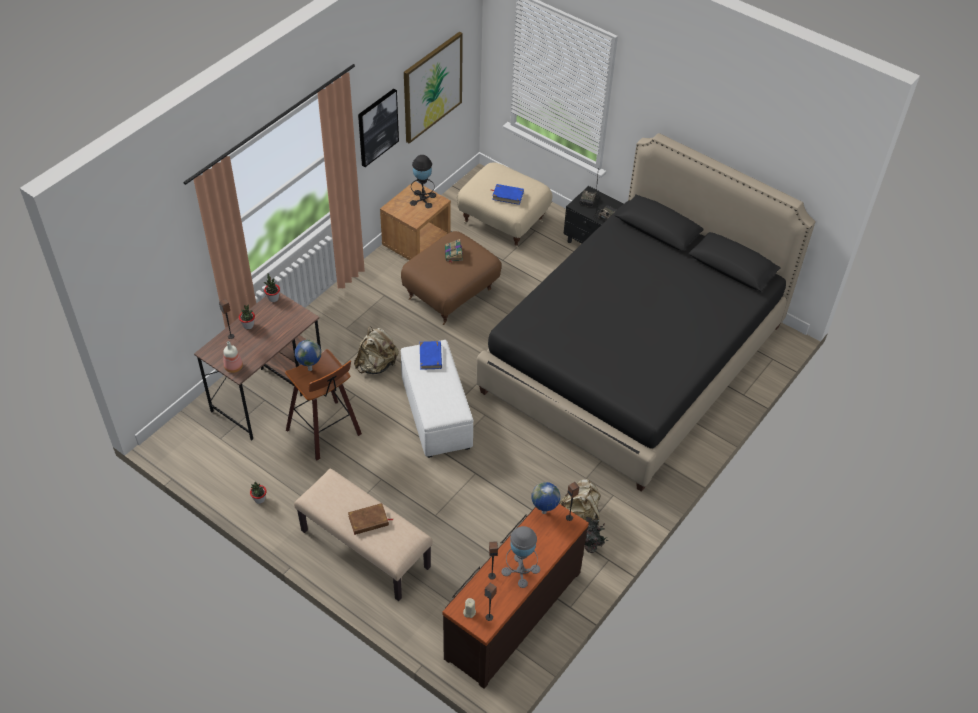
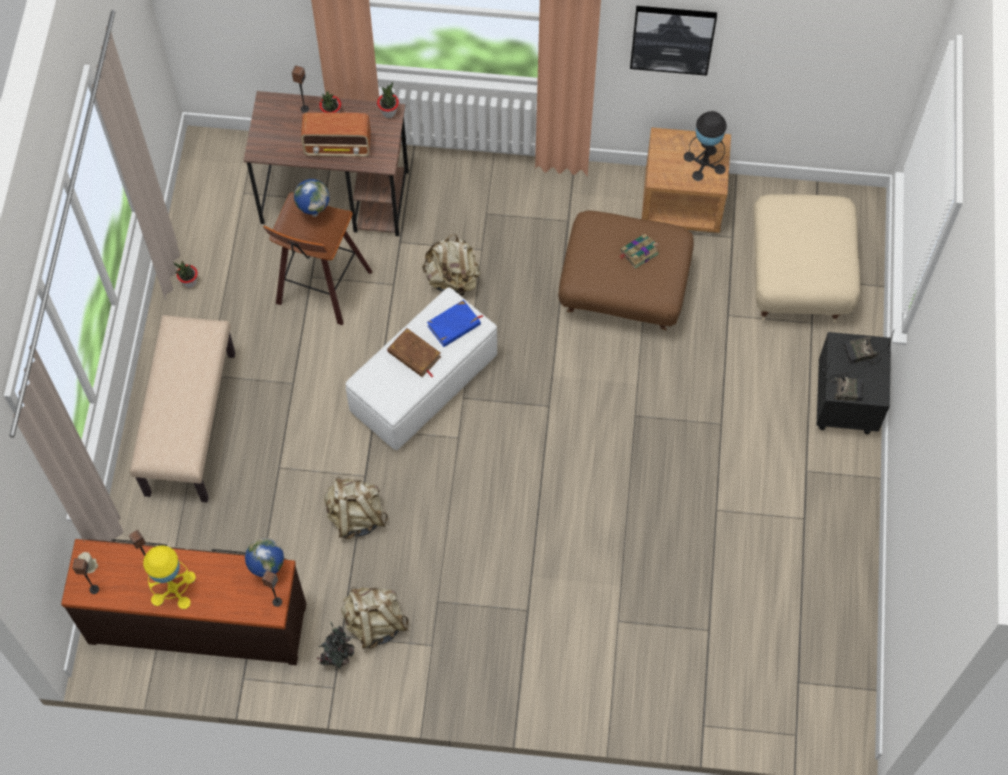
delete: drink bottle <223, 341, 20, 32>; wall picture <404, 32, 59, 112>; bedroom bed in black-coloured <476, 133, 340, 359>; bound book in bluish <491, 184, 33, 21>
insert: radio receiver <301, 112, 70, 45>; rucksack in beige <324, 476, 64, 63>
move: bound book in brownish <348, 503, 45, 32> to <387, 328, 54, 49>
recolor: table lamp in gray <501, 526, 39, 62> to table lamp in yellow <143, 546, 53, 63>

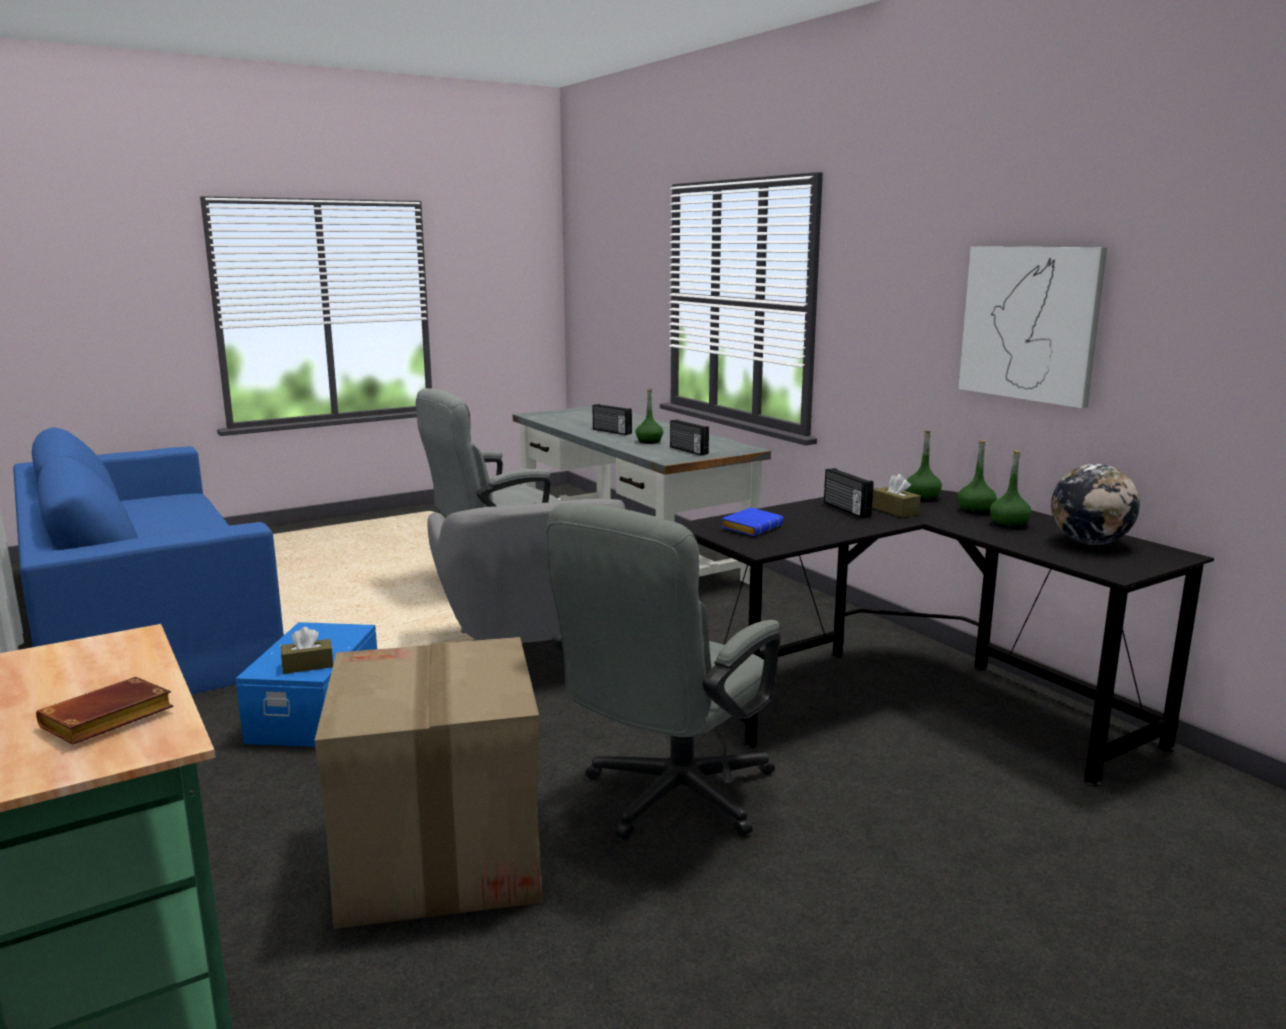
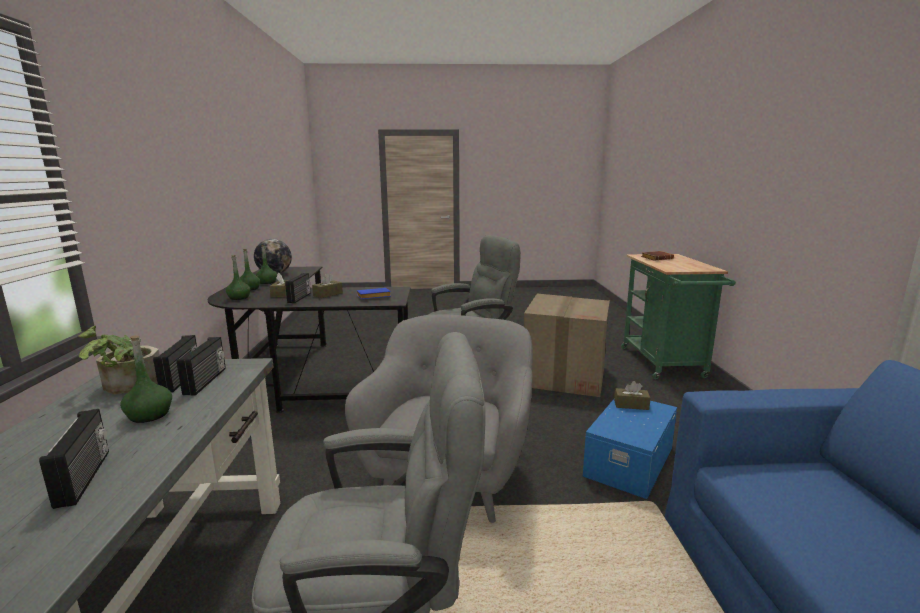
delete: wall picture <958, 246, 149, 162>
insert: houseplant <78, 326, 82, 68>; radio receiver <176, 337, 50, 58>; box of tissues in brownish <312, 273, 31, 25>

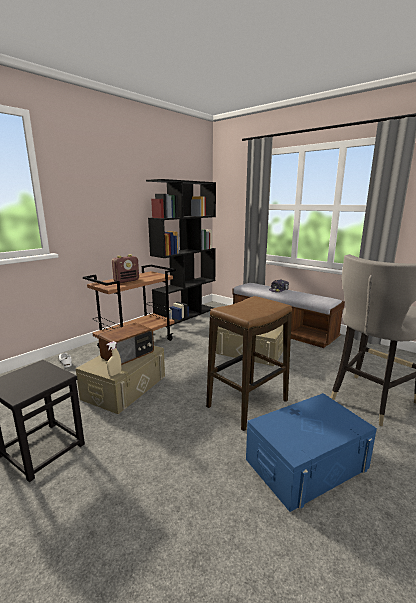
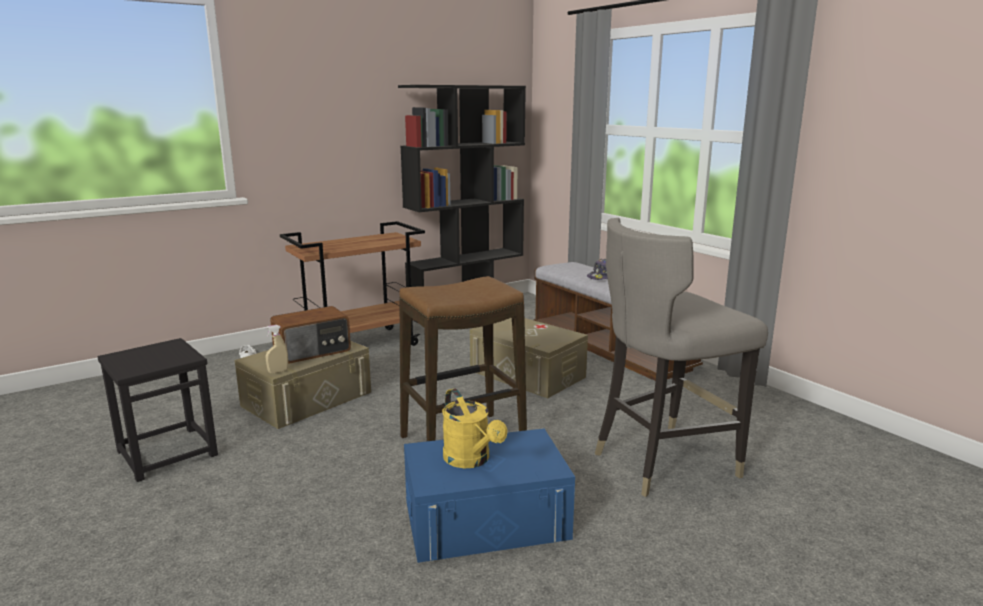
delete: radio receiver <112, 254, 27, 29>
insert: watering can in yellow <442, 388, 65, 80>

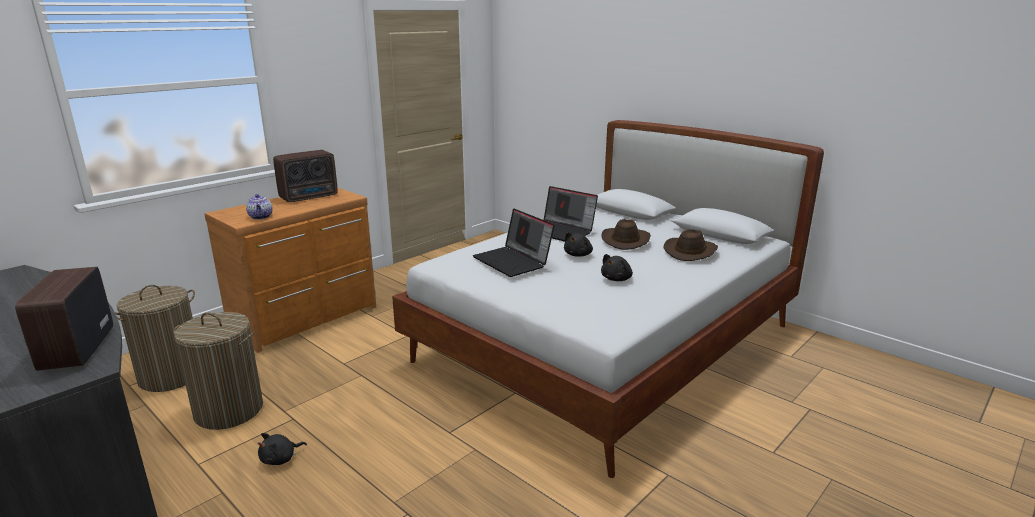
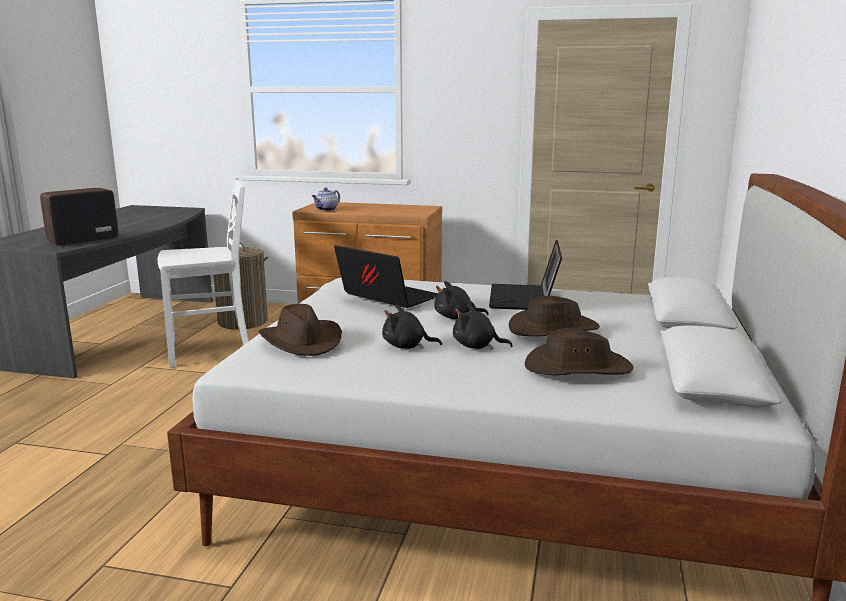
delete: radio receiver <273, 150, 65, 52>
insert: clothing hat in brownish <259, 304, 83, 52>
move: soft toy in black-coloured <258, 433, 49, 32> to <453, 304, 60, 45>
replace: laundry basket <174, 312, 89, 118> to chair in white <158, 178, 91, 190>
rotate: laptop <473, 208, 82, 69> = <334, 245, 104, 63> 105 degrees clockwise

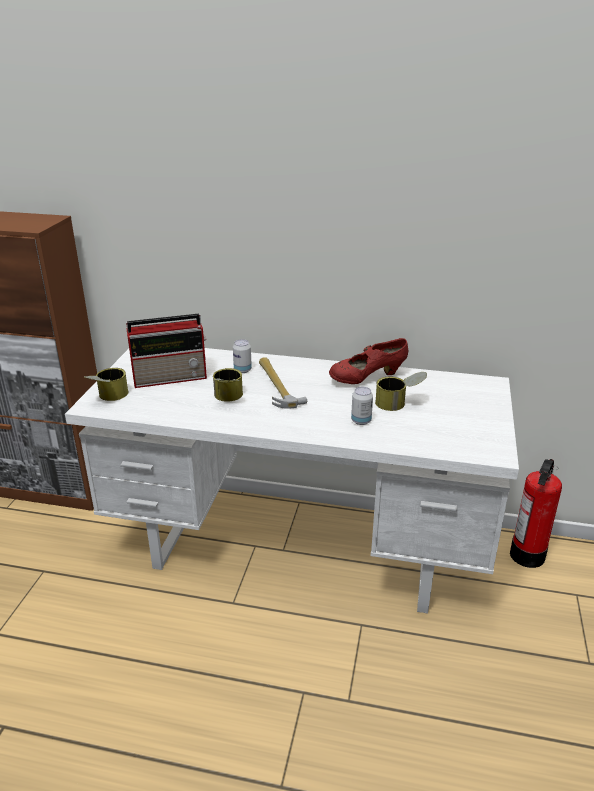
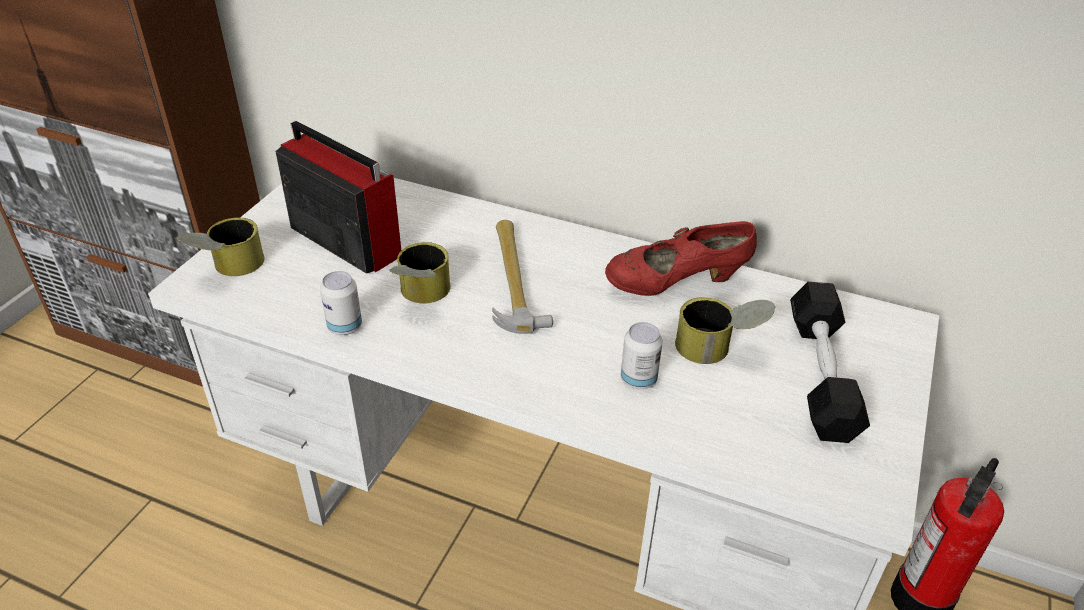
insert: free weight in black-coloured <790, 282, 80, 161>
move: sealed can <233, 339, 19, 34> to <320, 271, 42, 64>
rotate: radio receiver <126, 314, 81, 74> = <275, 121, 126, 153> 135 degrees counterclockwise

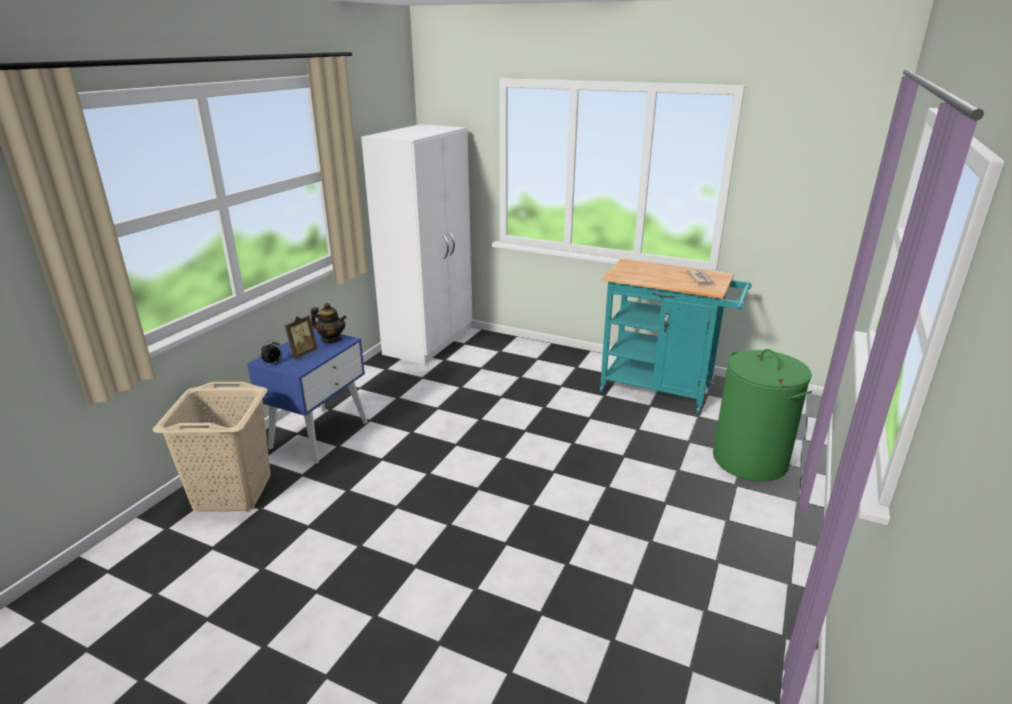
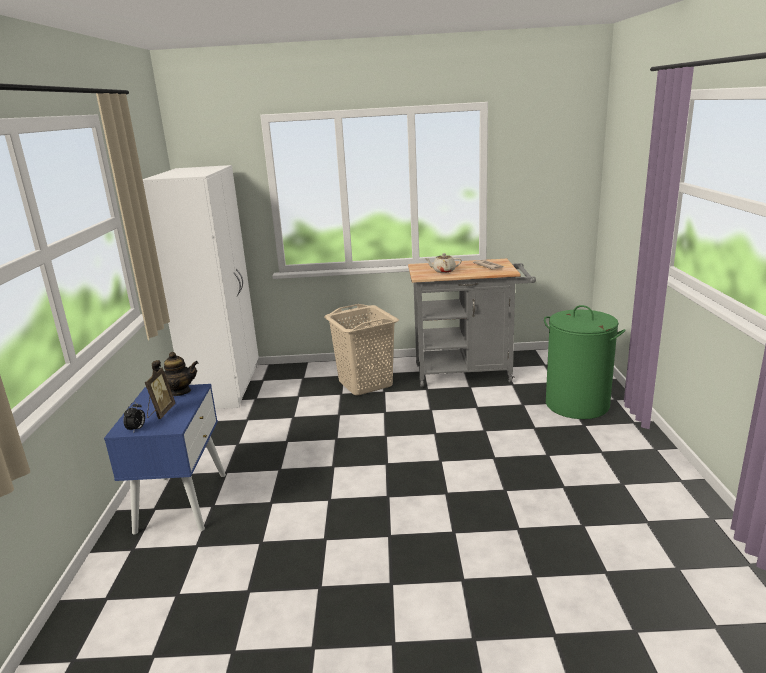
insert: tea pot in beige <424, 253, 38, 20>
move: laundry basket in beige <153, 382, 118, 129> to <324, 304, 75, 92>
recolor: wheeled cart in turquoise <600, 258, 152, 155> to wheeled cart in gray <408, 259, 128, 128>

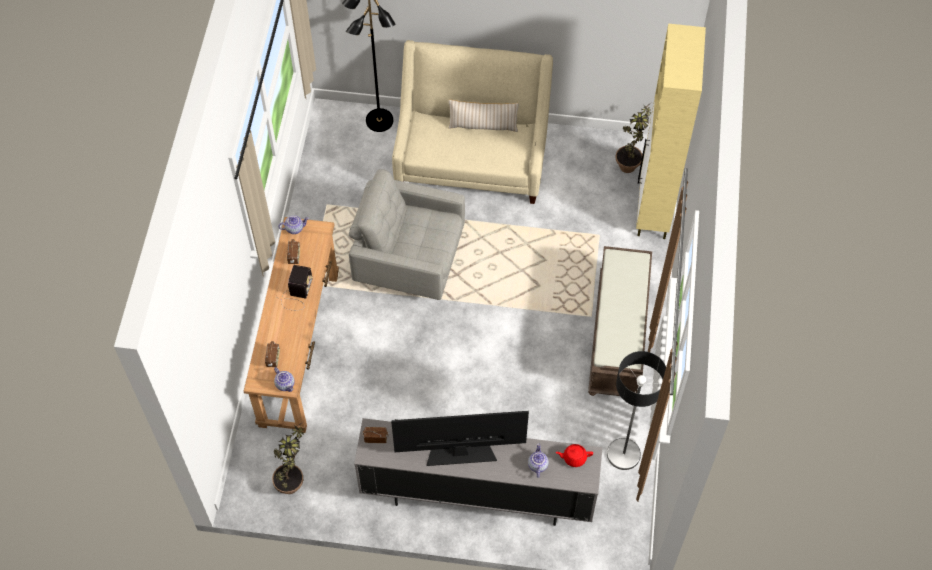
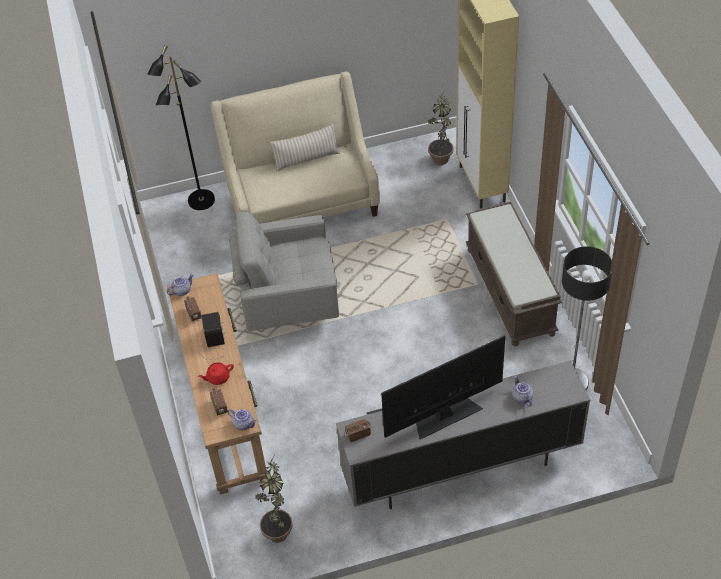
move: tea pot in red-coloured <556, 444, 37, 23> to <198, 362, 36, 23>

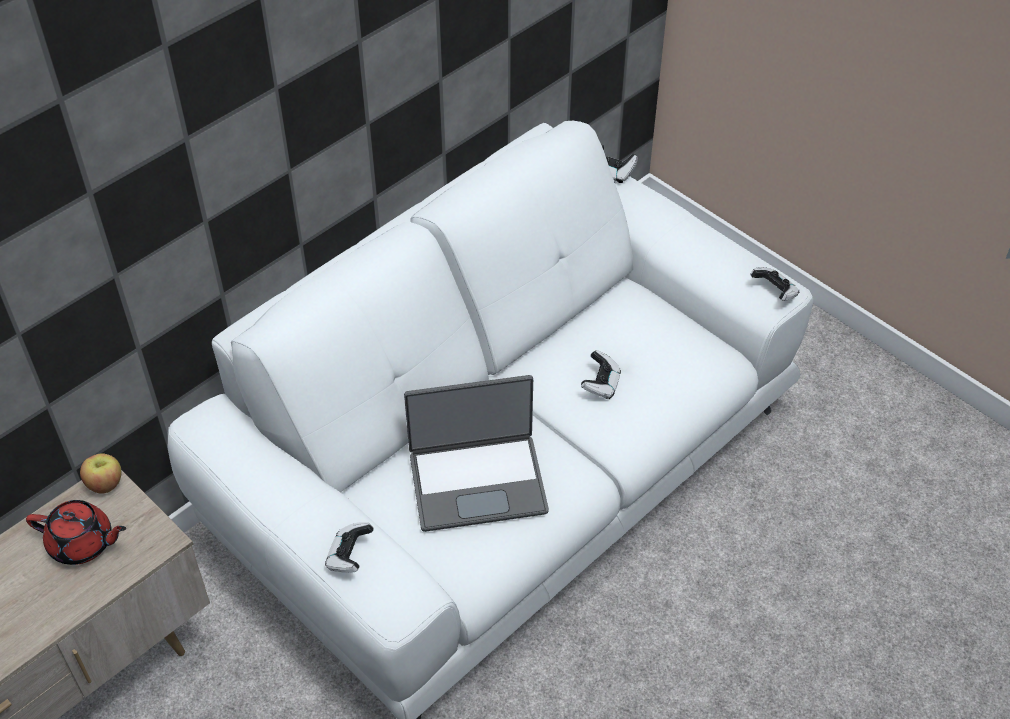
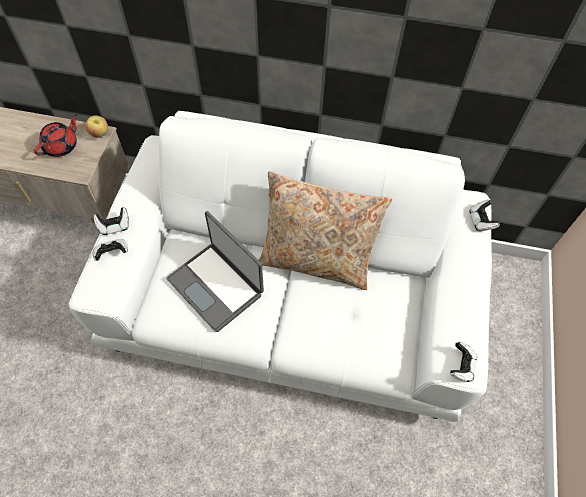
insert: throw pillow in beige <259, 171, 133, 119>
move: game controller <581, 350, 40, 49> to <94, 207, 35, 28>
rotate: tea pot in red-coloured <26, 500, 100, 65> = <33, 114, 44, 43> 120 degrees counterclockwise

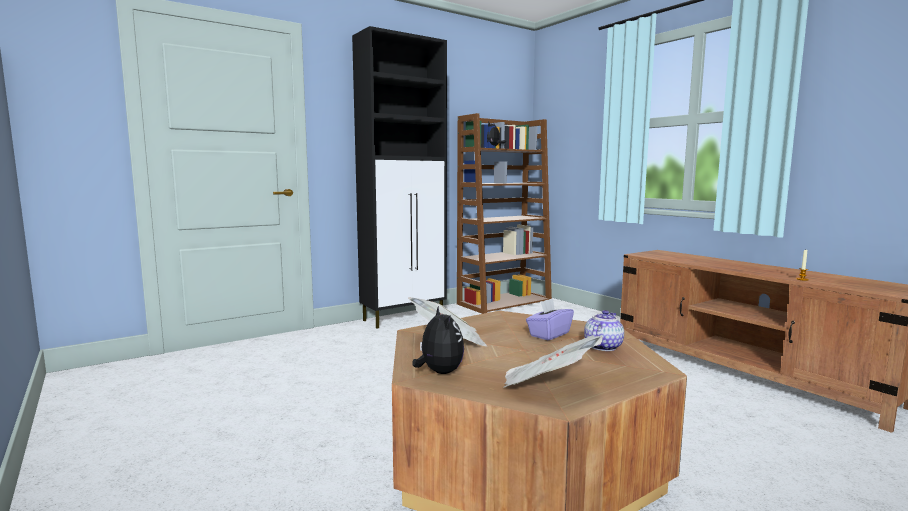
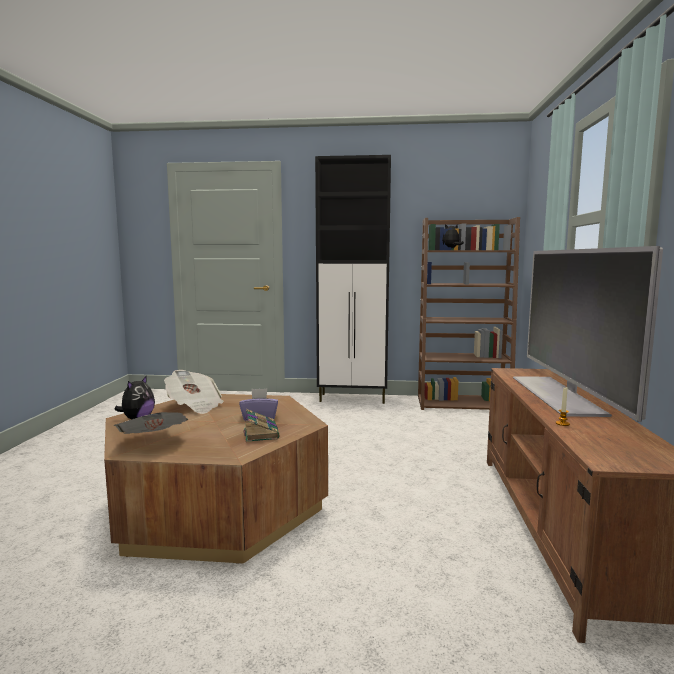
insert: TV <513, 246, 150, 176>
replace: tea pot <584, 310, 40, 41> to bound book <244, 409, 35, 33>

